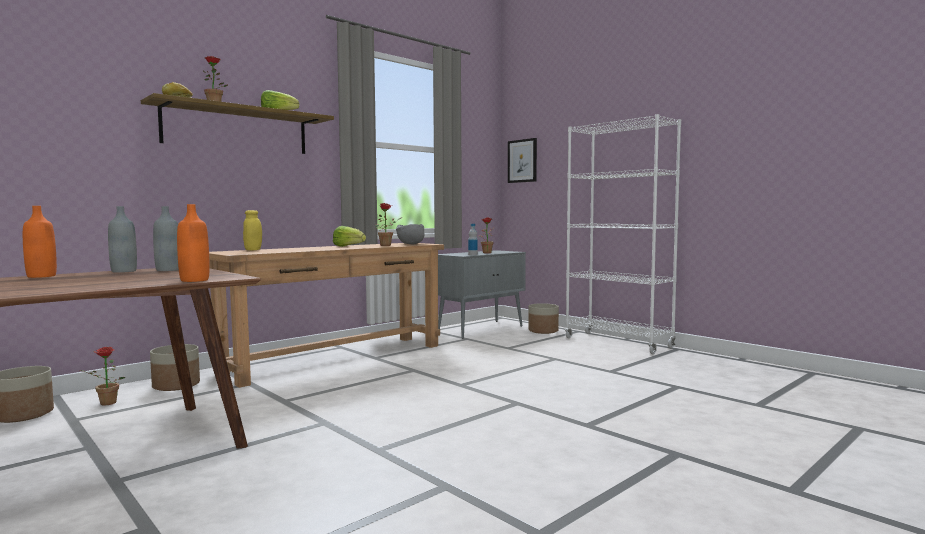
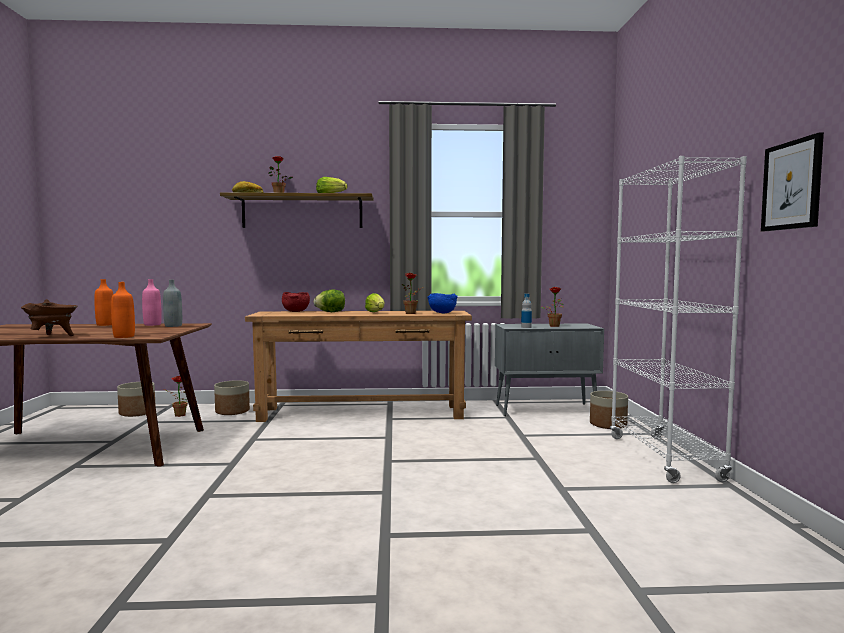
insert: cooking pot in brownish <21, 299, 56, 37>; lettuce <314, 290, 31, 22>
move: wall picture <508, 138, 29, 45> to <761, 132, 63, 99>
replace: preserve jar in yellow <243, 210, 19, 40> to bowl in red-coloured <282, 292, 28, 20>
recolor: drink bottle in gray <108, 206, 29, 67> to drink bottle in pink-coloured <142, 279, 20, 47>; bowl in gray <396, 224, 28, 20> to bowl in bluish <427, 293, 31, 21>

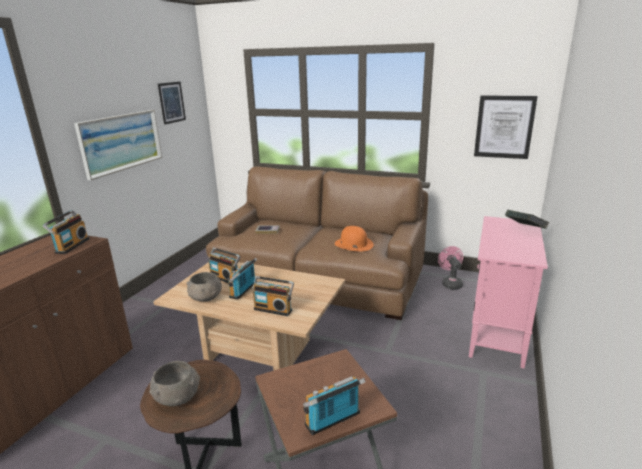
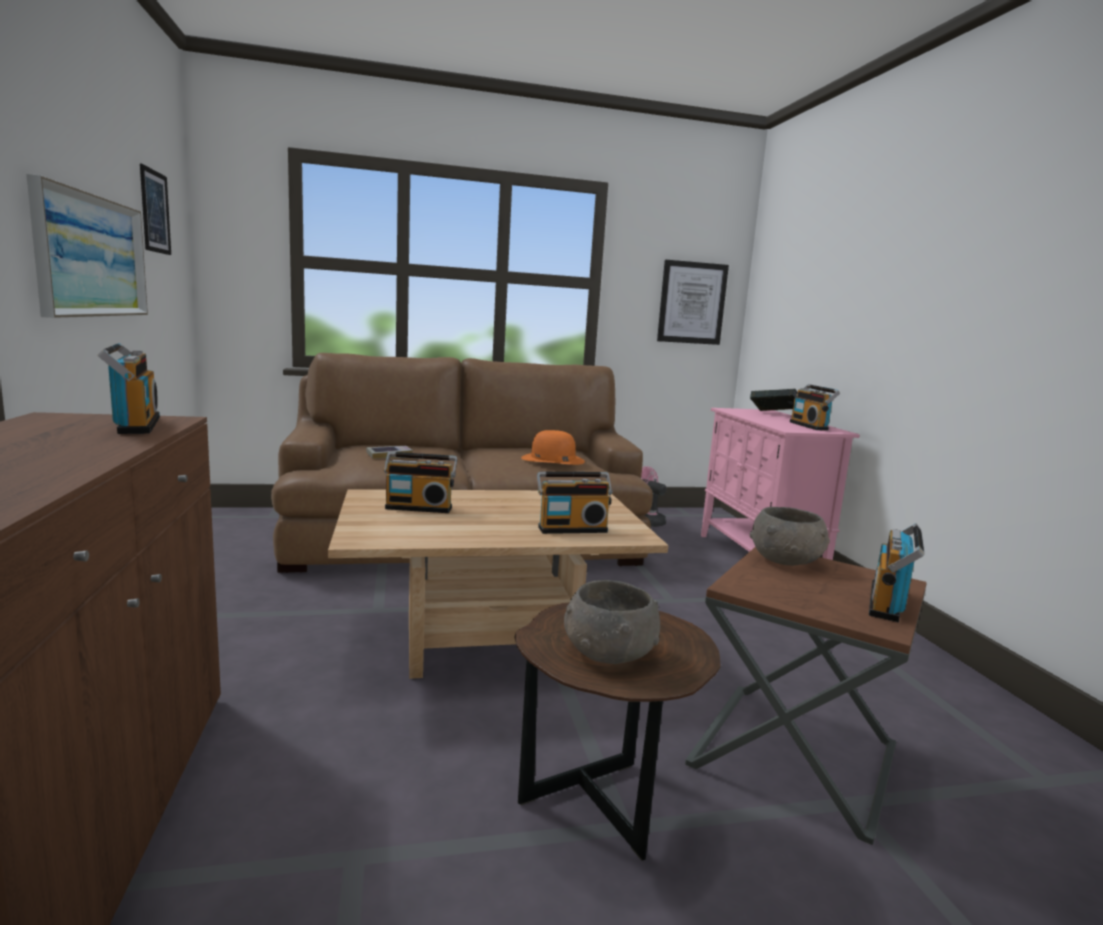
move: bowl in gray <187, 272, 35, 30> to <750, 507, 80, 59>; radio receiver <228, 258, 29, 42> to <790, 384, 50, 47>

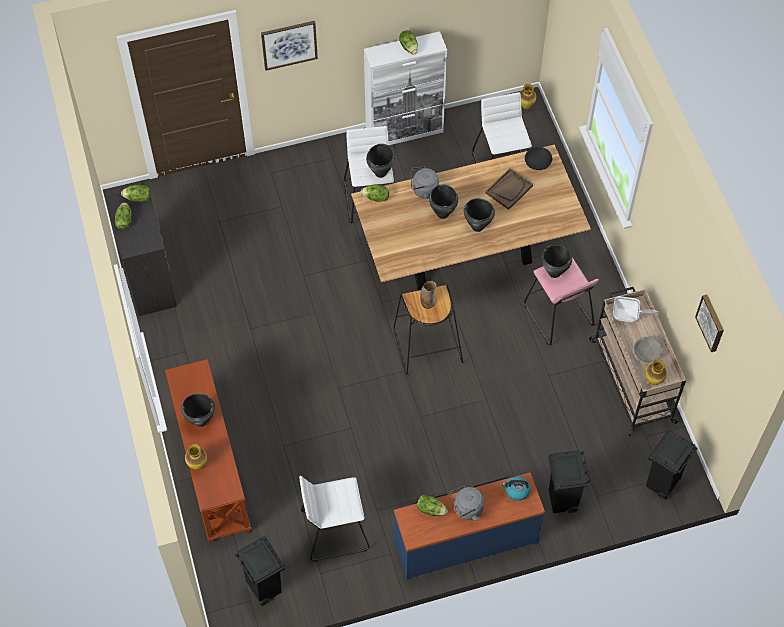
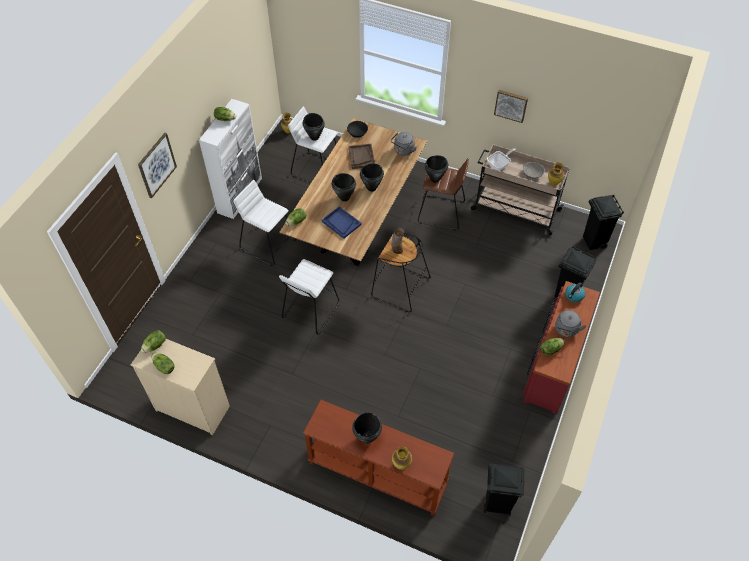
insert: serving tray in bluish <322, 206, 40, 33>
move: stool seat in white <299, 476, 71, 86> to <279, 259, 60, 76>; cooking pot in black-coloured <366, 144, 29, 34> to <303, 113, 22, 28>; water kettle in gray <411, 166, 28, 33> to <391, 132, 26, 24>; wall picture <695, 294, 29, 58> to <494, 90, 34, 33>
recolor: drawer chest in black-coloured <106, 186, 71, 130> to drawer chest in beige <131, 339, 99, 96>; drawer chest in bluish <394, 472, 151, 108> to drawer chest in red-coloured <523, 281, 77, 133>; stool seat in pink-coloured <524, 257, 75, 88> to stool seat in brownish <418, 157, 51, 73>

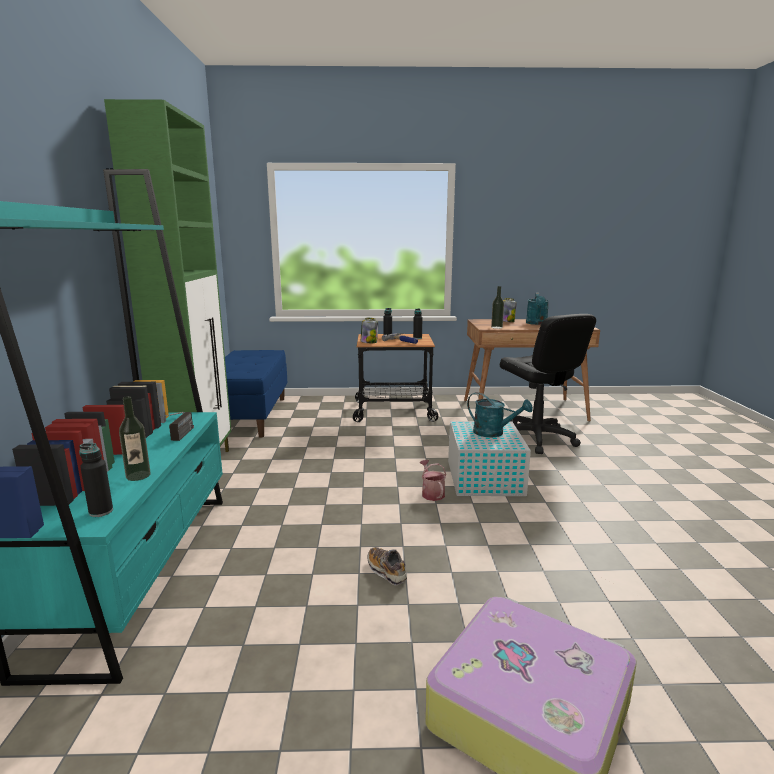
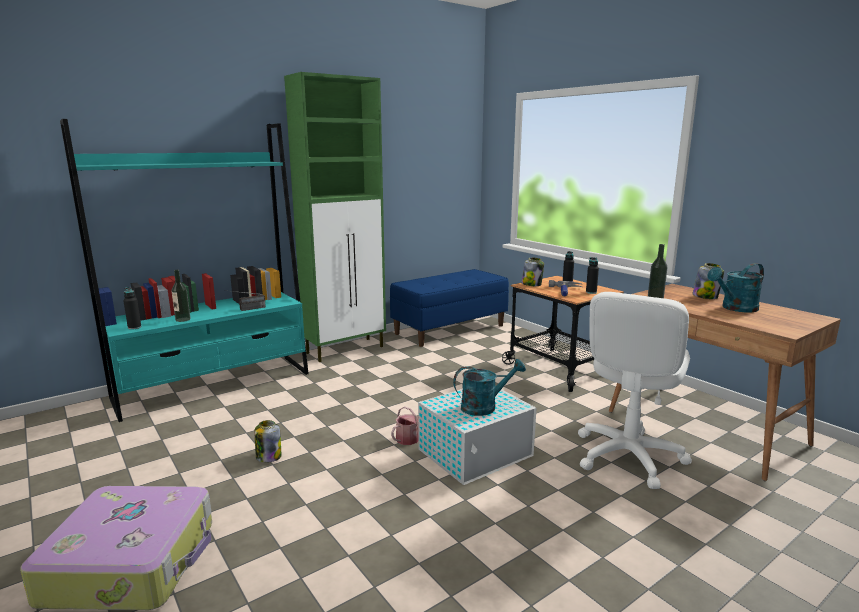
replace: shoe <367, 547, 40, 38> to preserve jar <255, 420, 26, 43>
recolor: office chair in black-coloured <500, 314, 96, 140> to office chair in white <578, 292, 114, 197>
rotate: watering can in turquoise <467, 392, 66, 45> = <453, 359, 73, 57> 105 degrees counterclockwise

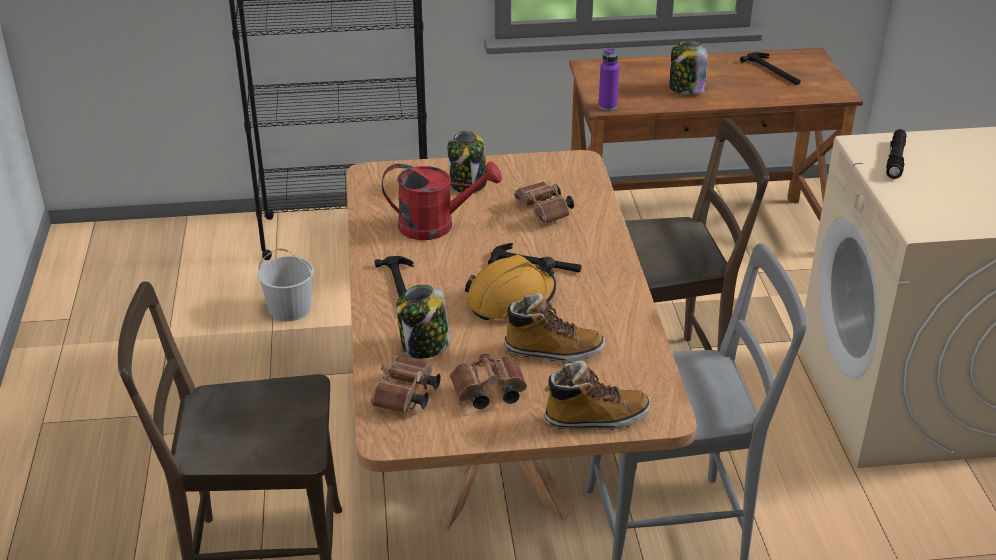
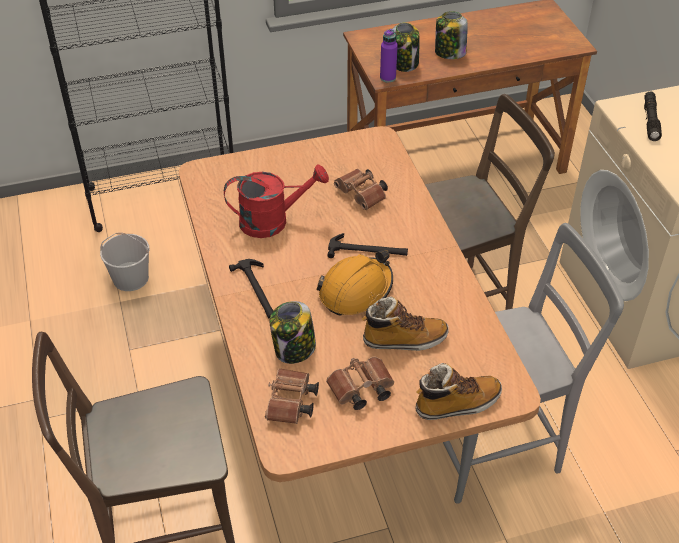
delete: hand hammer <740, 52, 61, 33>
move: preserve jar <448, 130, 39, 63> to <393, 22, 26, 50>

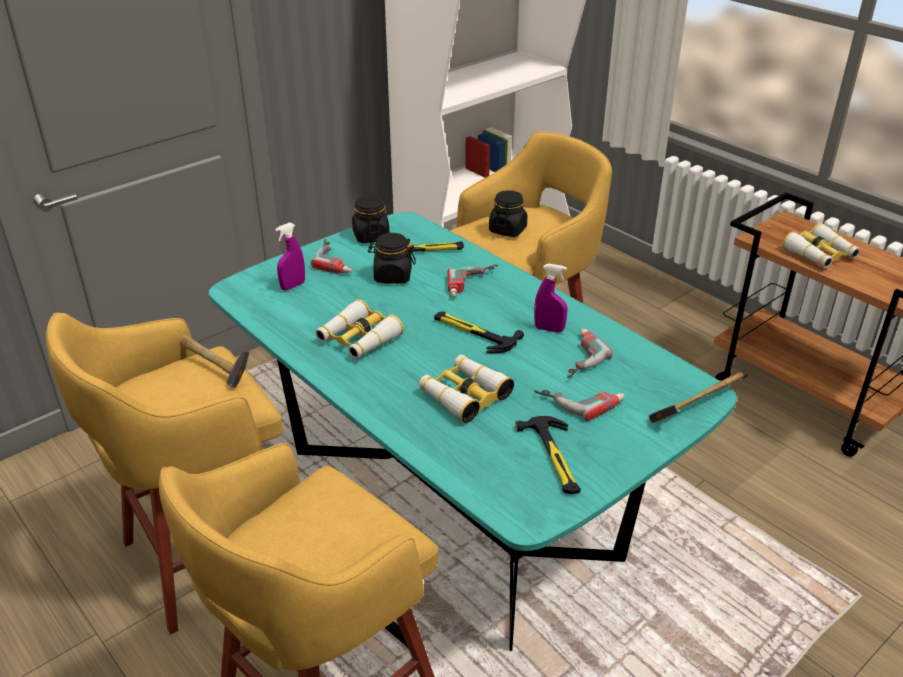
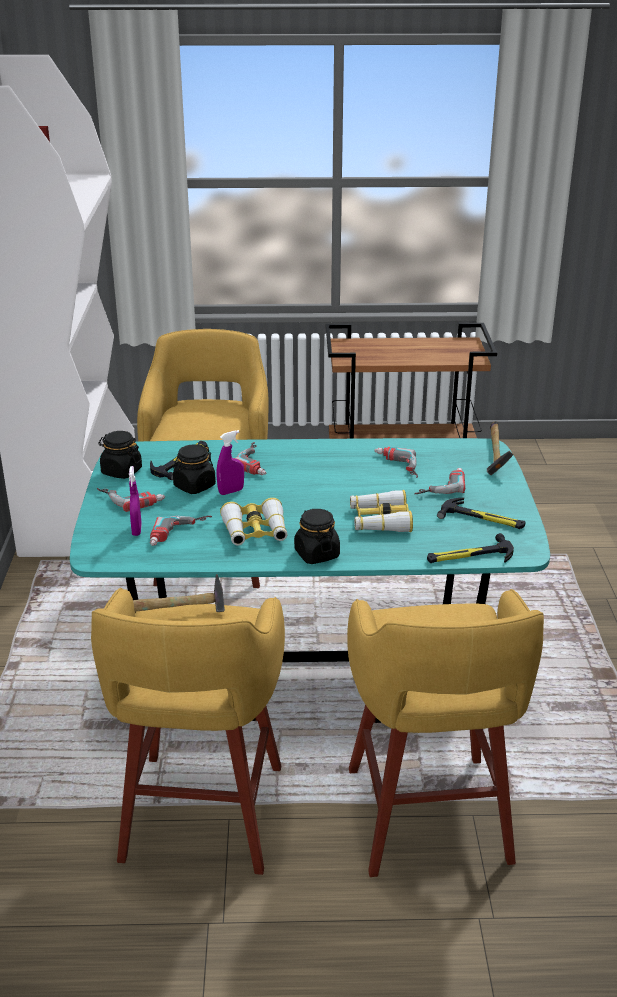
delete: field glasses <782, 223, 78, 45>
insert: drill <150, 515, 62, 31>
move: hand hammer <434, 311, 90, 42> to <427, 533, 87, 30>; preserve jar in black-coloured <489, 190, 38, 47> to <294, 509, 46, 55>; spray bottle in purple-coloured <534, 264, 33, 69> to <217, 430, 27, 65>

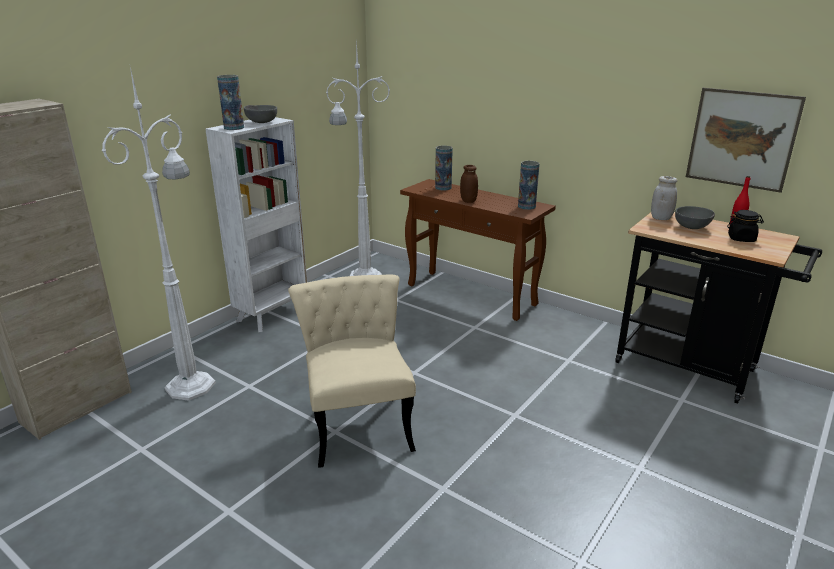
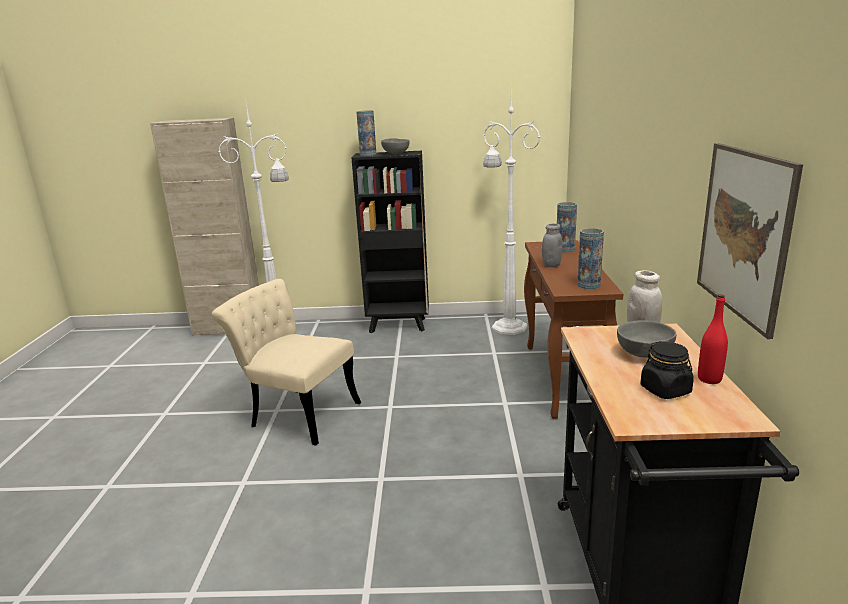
recolor: bookcase in white <205, 117, 102, 215> to bookcase in black-coloured <352, 151, 77, 182>; preserve jar in brownish <460, 165, 18, 38> to preserve jar in gray <542, 223, 20, 44>
rotate: chair in beige <288, 275, 128, 193> = <211, 279, 150, 167> 105 degrees counterclockwise

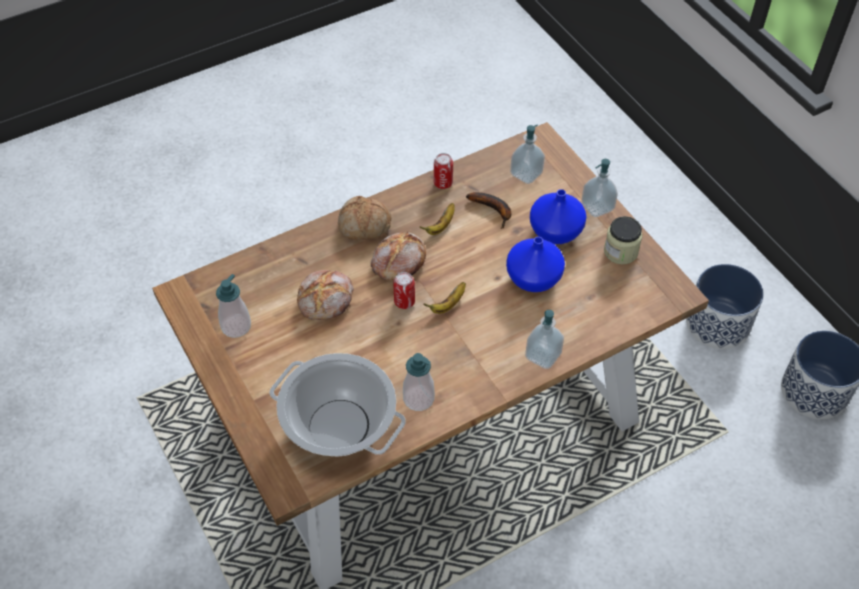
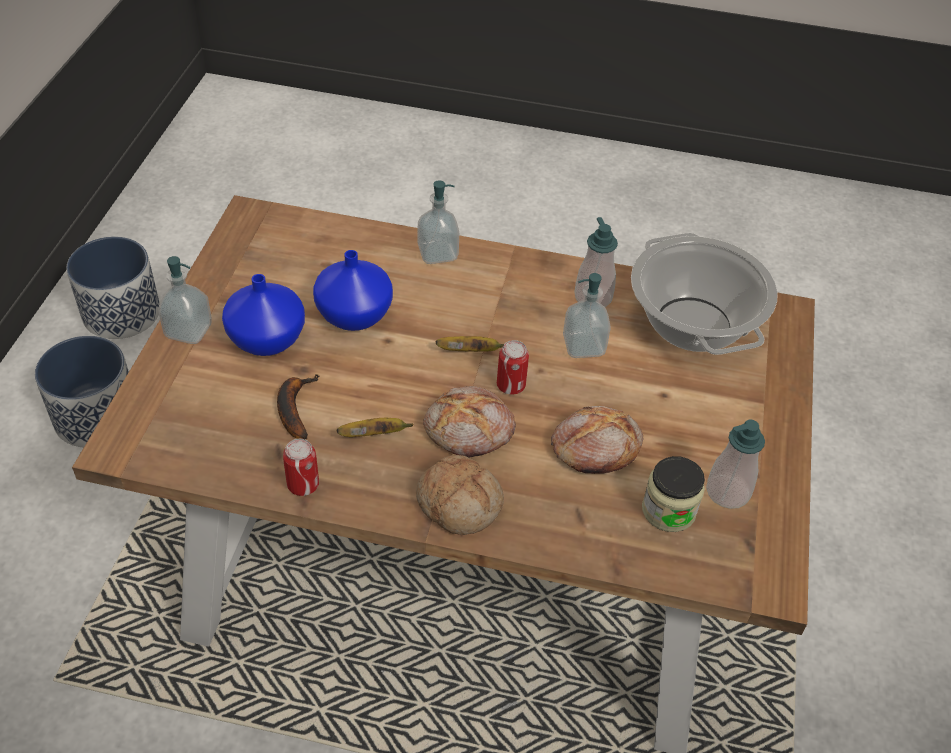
move: soap dispenser <510, 125, 35, 59> to <563, 273, 48, 85>; preserve jar <604, 216, 38, 48> to <642, 456, 63, 76>

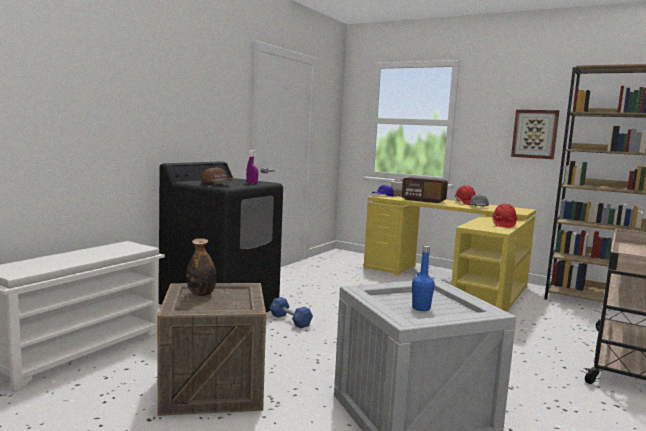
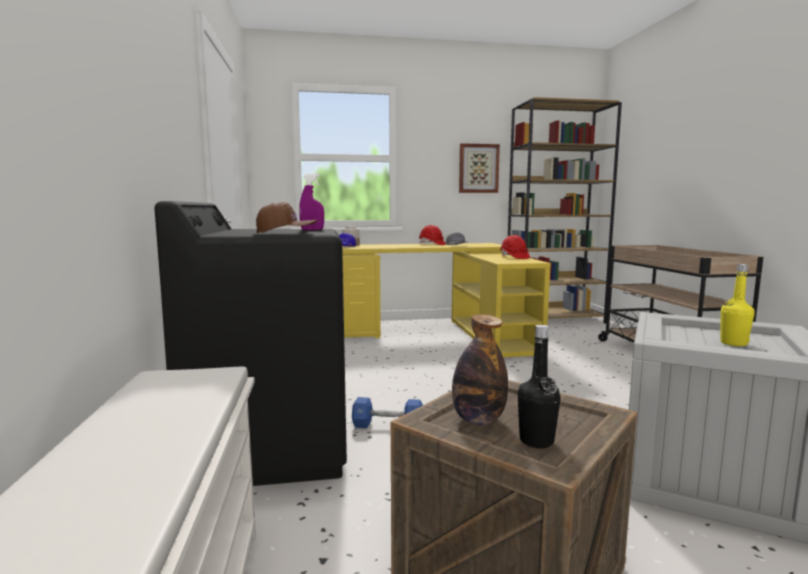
delete: radio receiver <402, 177, 46, 26>
insert: drink bottle in black-coloured <518, 325, 43, 123>
recolor: drink bottle in bluish <412, 246, 23, 65> to drink bottle in yellow <720, 264, 35, 82>

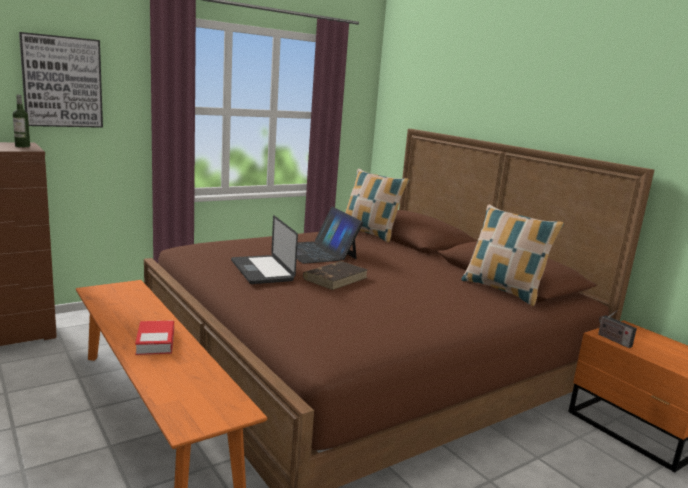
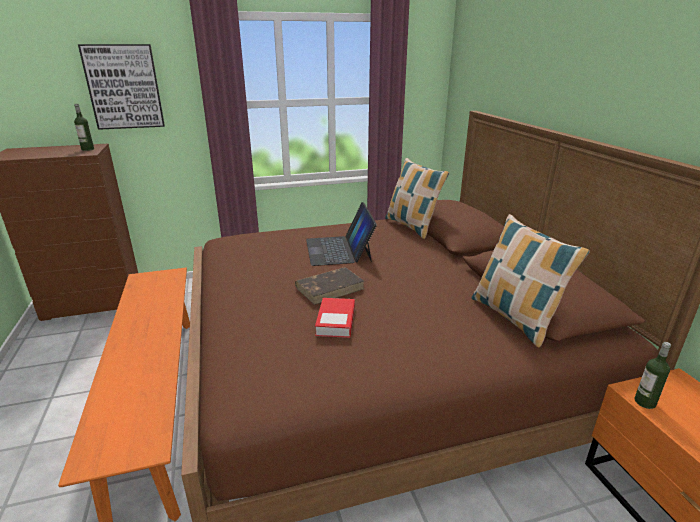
delete: laptop <231, 215, 67, 69>
move: bound book <135, 321, 39, 34> to <315, 298, 40, 40>
replace: radio receiver <598, 310, 39, 38> to drink bottle <635, 342, 36, 67>

